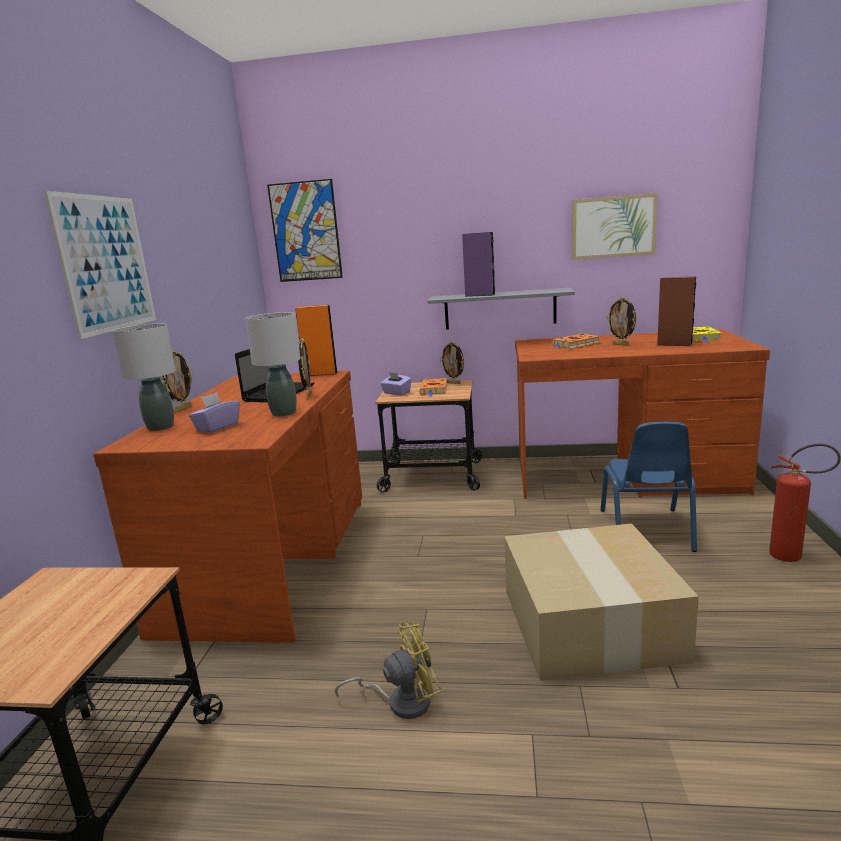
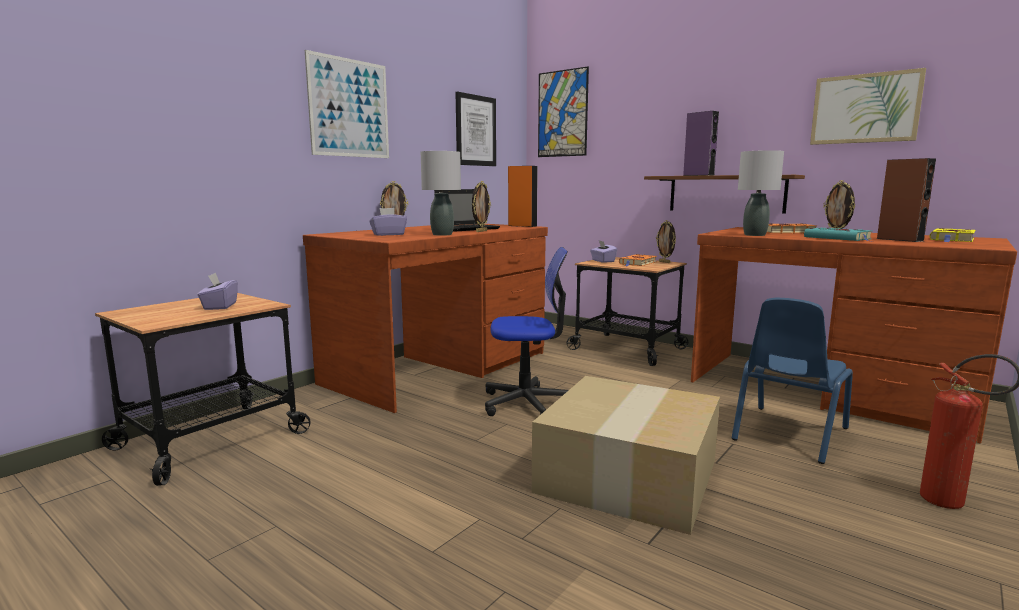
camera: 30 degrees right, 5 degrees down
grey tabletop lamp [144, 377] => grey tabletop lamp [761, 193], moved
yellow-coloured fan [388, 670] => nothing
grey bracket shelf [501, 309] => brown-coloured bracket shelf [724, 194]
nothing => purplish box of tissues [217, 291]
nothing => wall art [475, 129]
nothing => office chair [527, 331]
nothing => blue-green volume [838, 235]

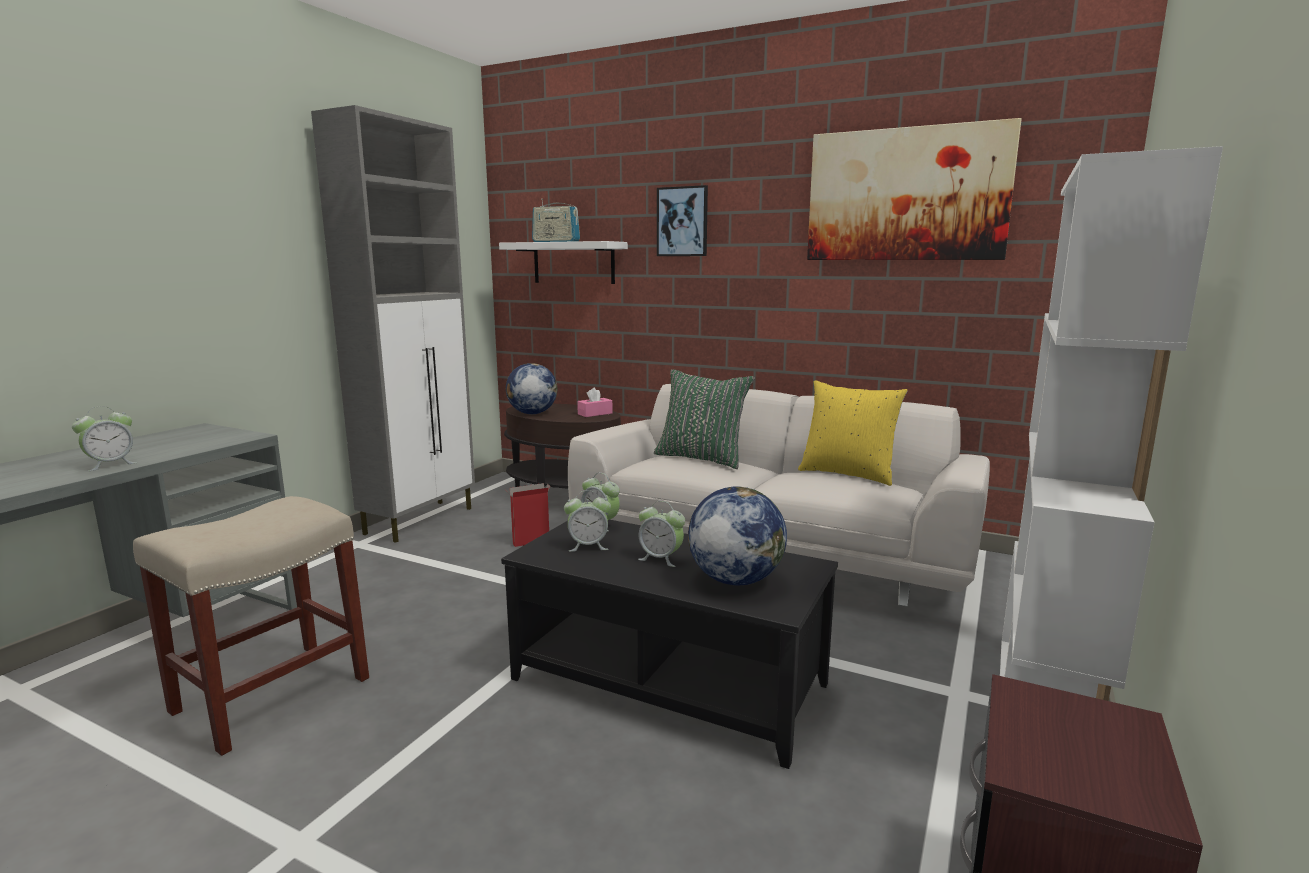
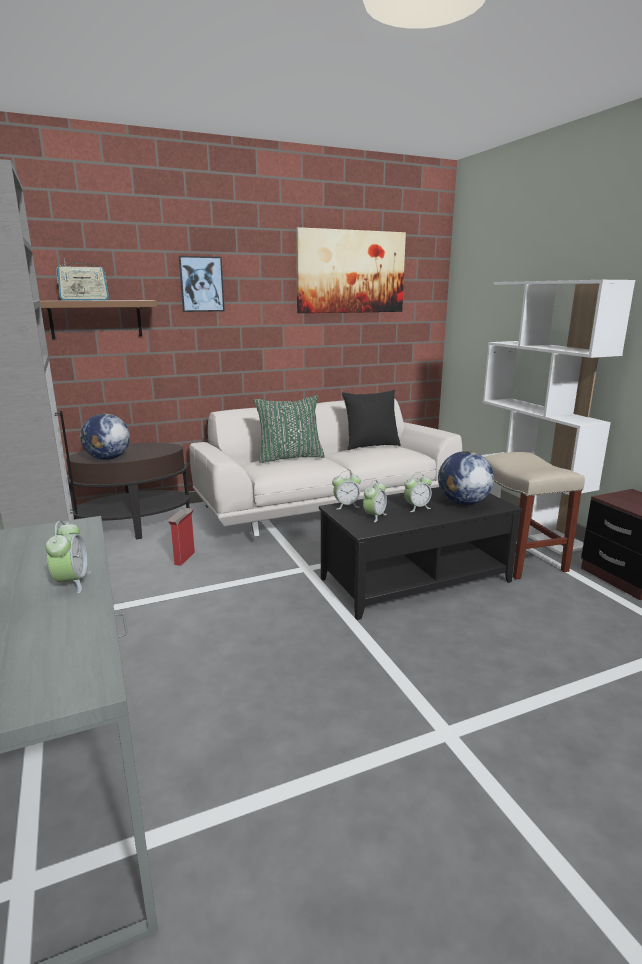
camera: 50 degrees left, 5 degrees up
beige-coloured stool [251, 626] => beige-coloured stool [534, 515], moved
whitish bracket shelf [563, 262] => brown-coloured bracket shelf [98, 319]
pink box of tissues [595, 402] => nothing
yellow-coloured cushion [853, 433] => black cushion [371, 420]

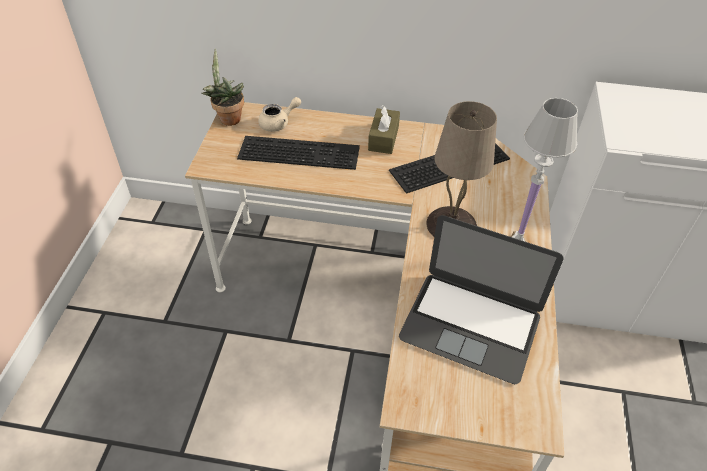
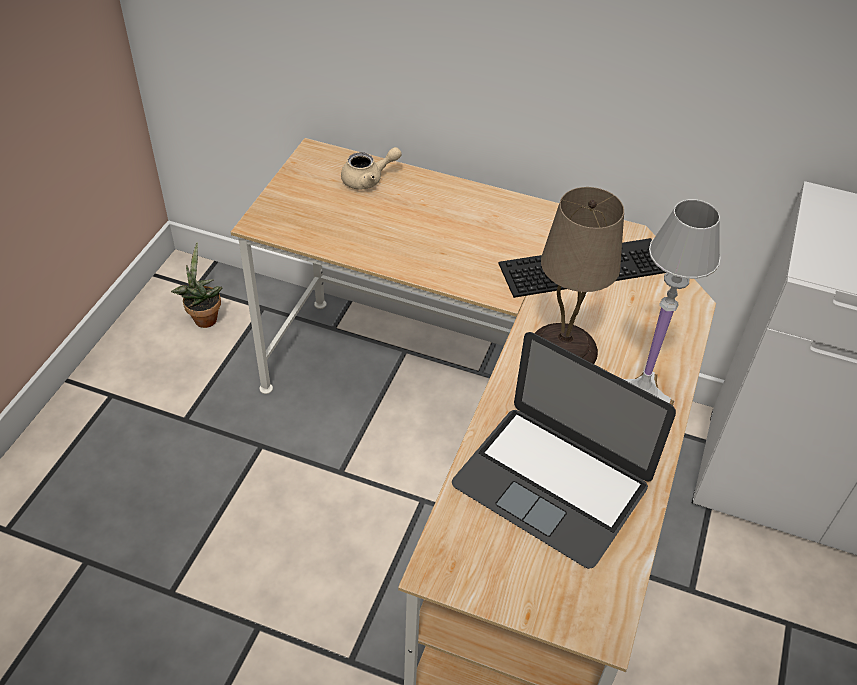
camera: 10 degrees right, 0 degrees up
potted plant [222, 87] => potted plant [196, 285], moved
PC keyboard [298, 153] => nothing
brown-coloured box of tissues [384, 129] => nothing

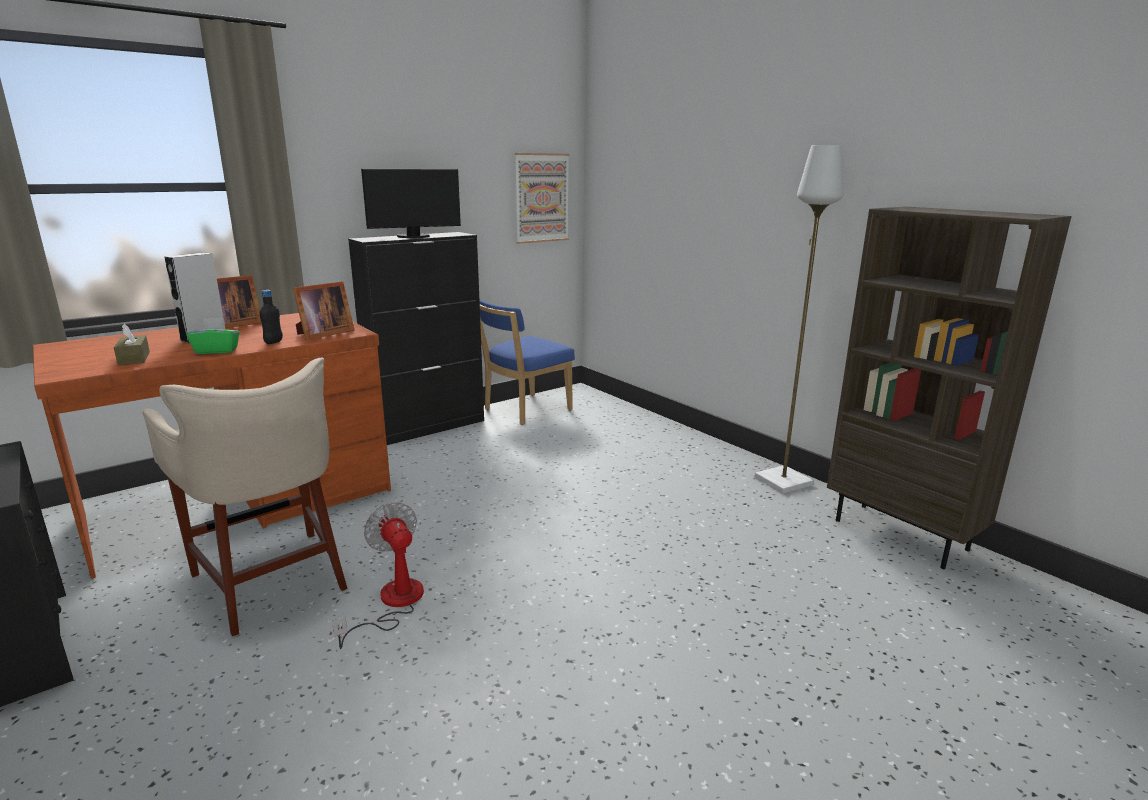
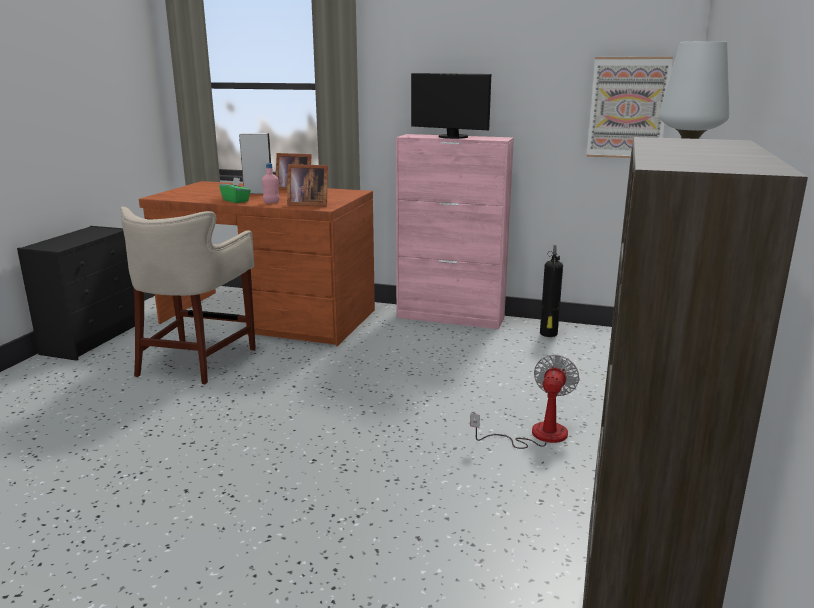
camera: 55 degrees right, 0 degrees up
brown-coloured box of tissues [132, 344] => nothing
black drink bottle [271, 317] => pink drink bottle [271, 183]
fan [378, 575] => fan [525, 402], moved
black cupboard [416, 338] => pink cupboard [455, 231]
bluish chair [527, 362] => extinguisher [551, 291]

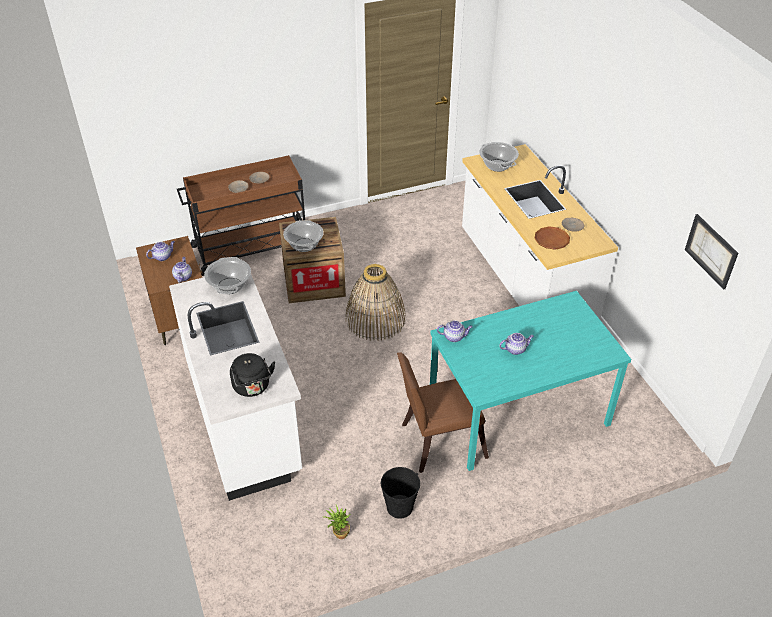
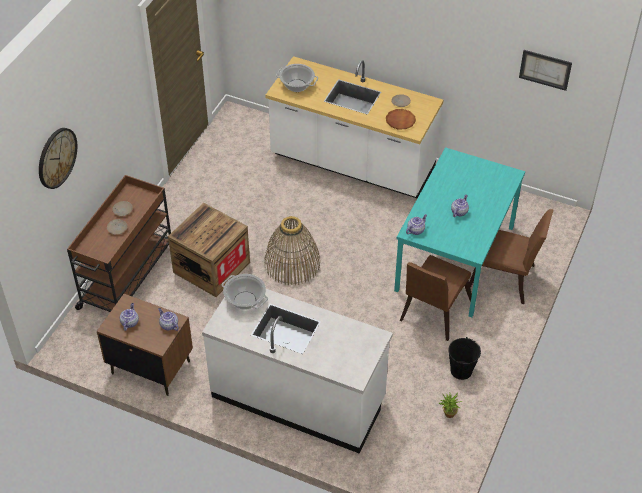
camera: 45 degrees left, 5 degrees up
black water kettle [252, 375] => nothing
cooking pot [303, 236] => nothing
nothing => hanging clock [58, 158]
nothing => brown-coloured chair [511, 256]

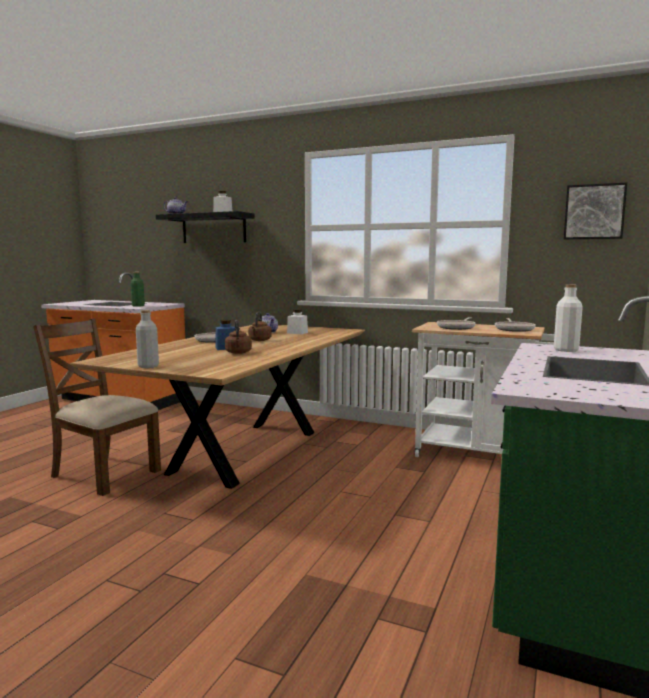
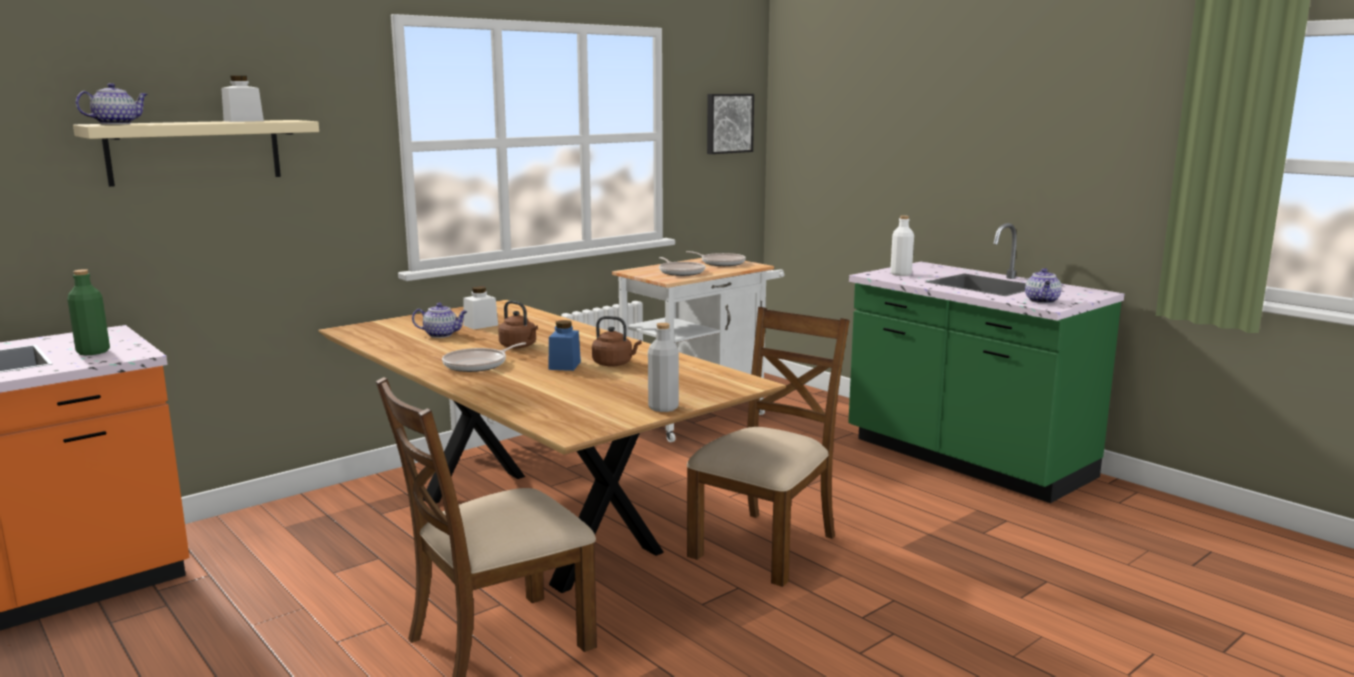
camera: 65 degrees left, 5 degrees up
black bracket shelf [205, 227] => beige-coloured bracket shelf [196, 153]
nothing => brown-coloured chair [768, 447]
nothing => teapot [1043, 286]

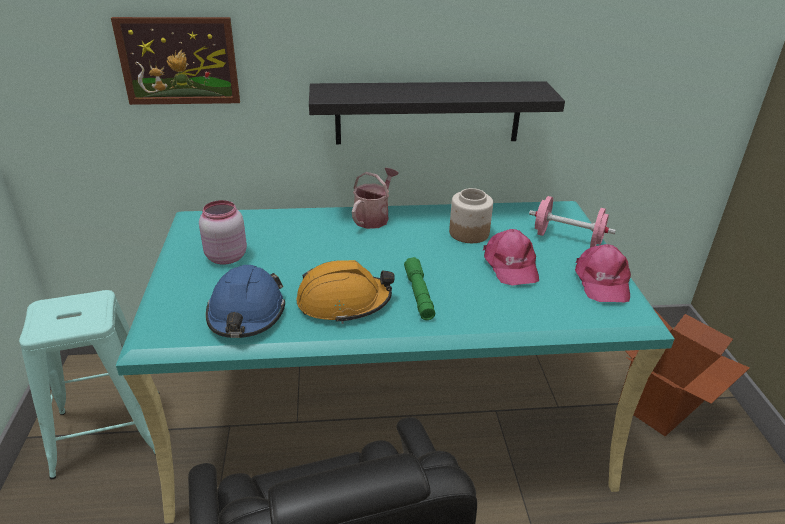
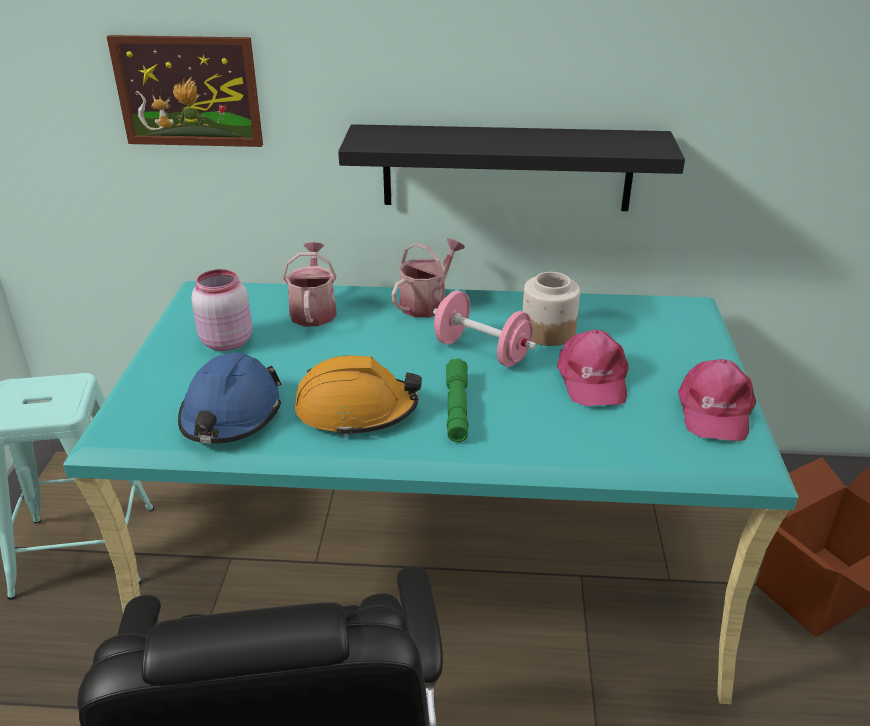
camera: 10 degrees right, 0 degrees up
pink dumbbell [572, 222] => pink dumbbell [485, 328], moved
nothing => sprinkling can [310, 284]

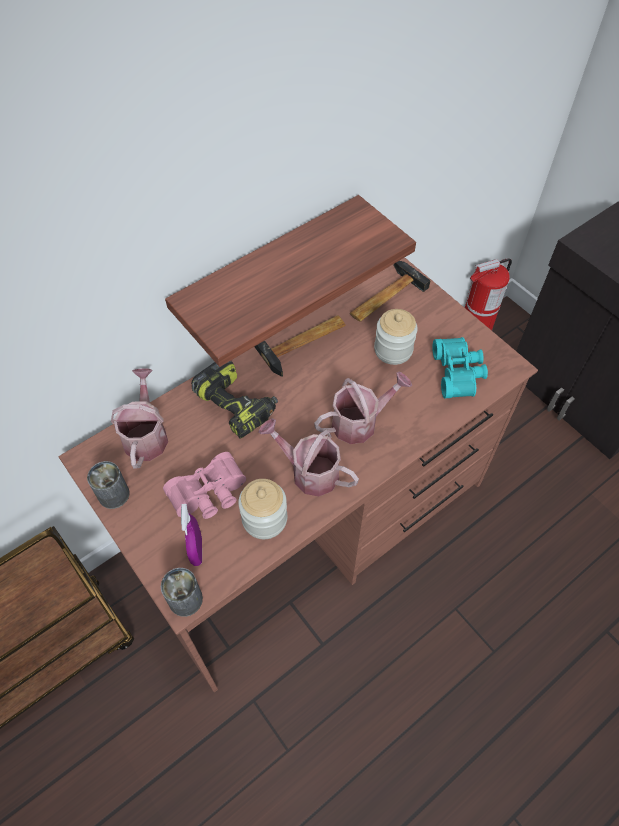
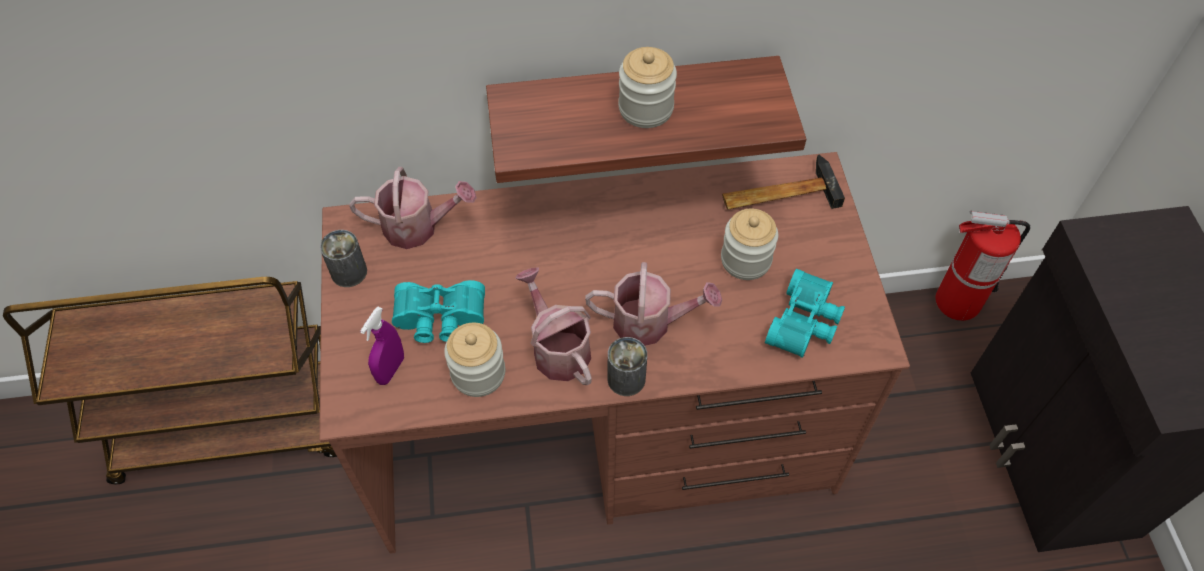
camera: 30 degrees right, 0 degrees up
sprinkling can [139, 418] => sprinkling can [413, 208], 60 degrees clockwise
sealed can [182, 592] => sealed can [627, 366], moved
pink field glasses [204, 485] => blue-green field glasses [438, 311]
drill [234, 400] => nothing
hammer [300, 346] => nothing
nothing => jar [647, 87]

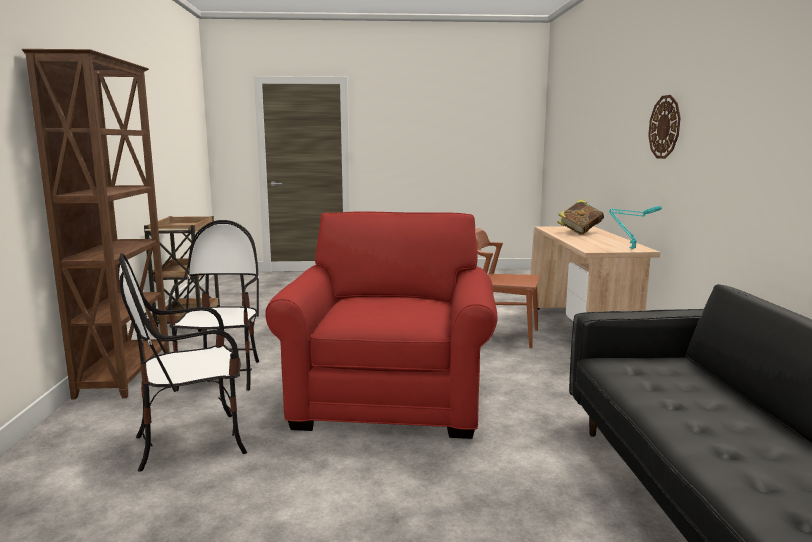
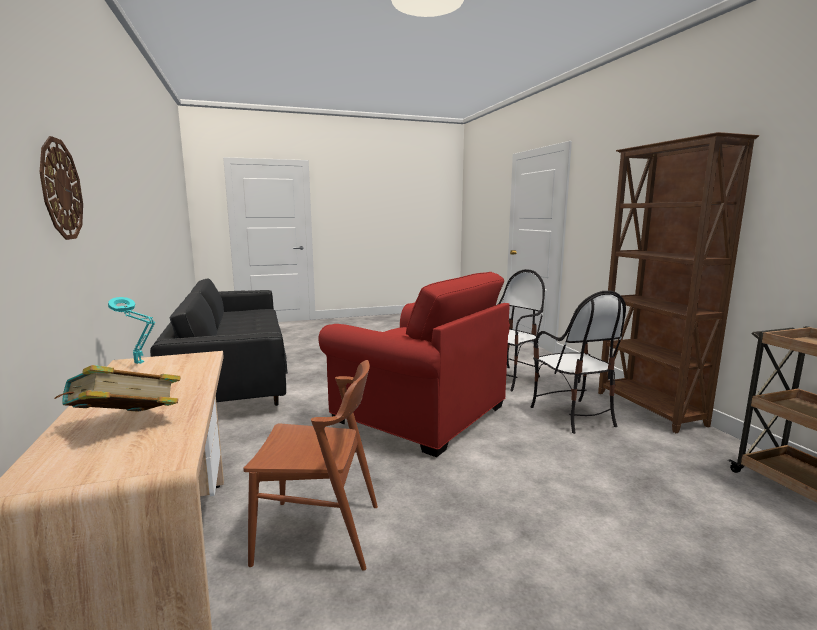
camera: 165 degrees right, 0 degrees up
red-coloured armchair [381, 325] => red-coloured armchair [414, 364], 45 degrees counterclockwise

